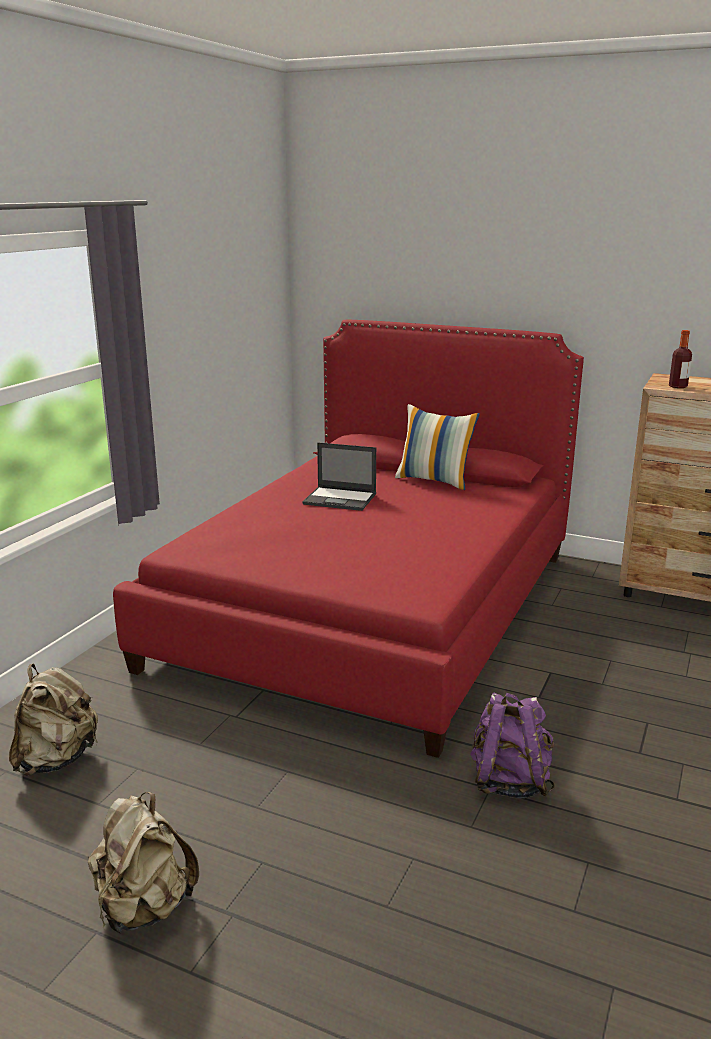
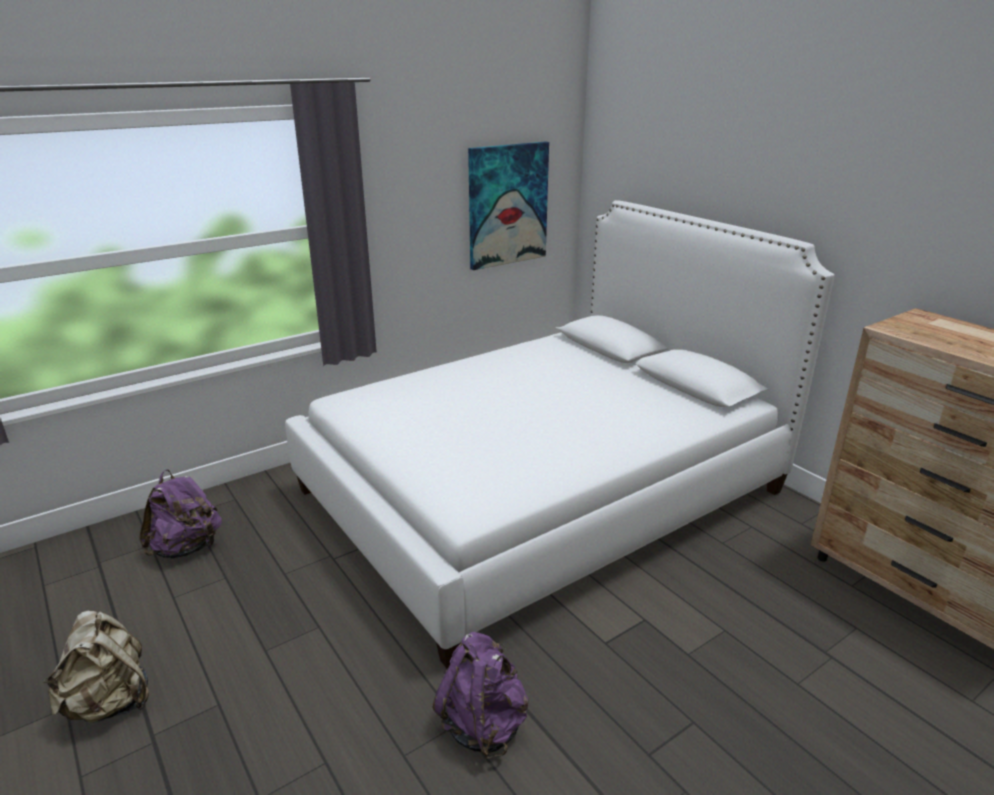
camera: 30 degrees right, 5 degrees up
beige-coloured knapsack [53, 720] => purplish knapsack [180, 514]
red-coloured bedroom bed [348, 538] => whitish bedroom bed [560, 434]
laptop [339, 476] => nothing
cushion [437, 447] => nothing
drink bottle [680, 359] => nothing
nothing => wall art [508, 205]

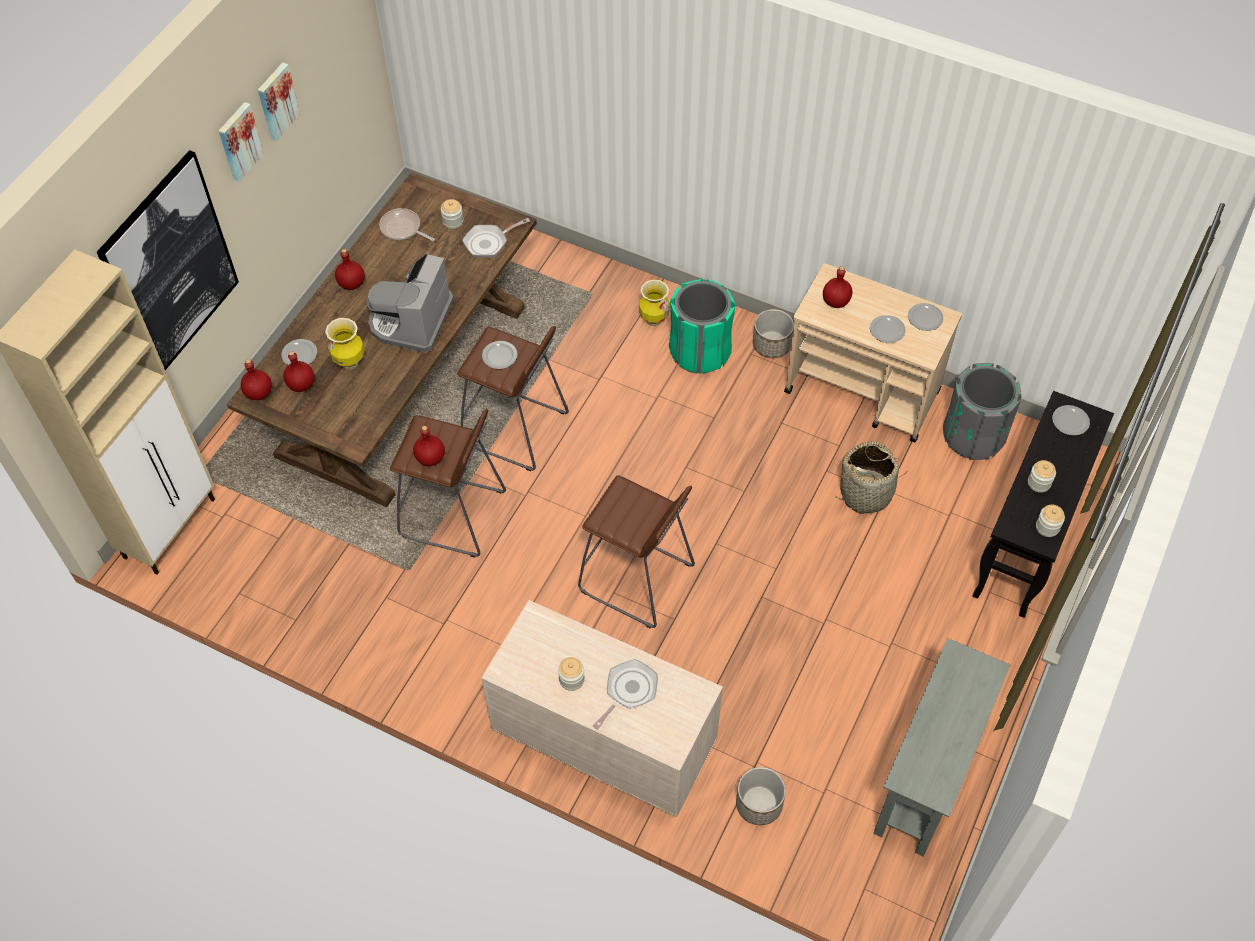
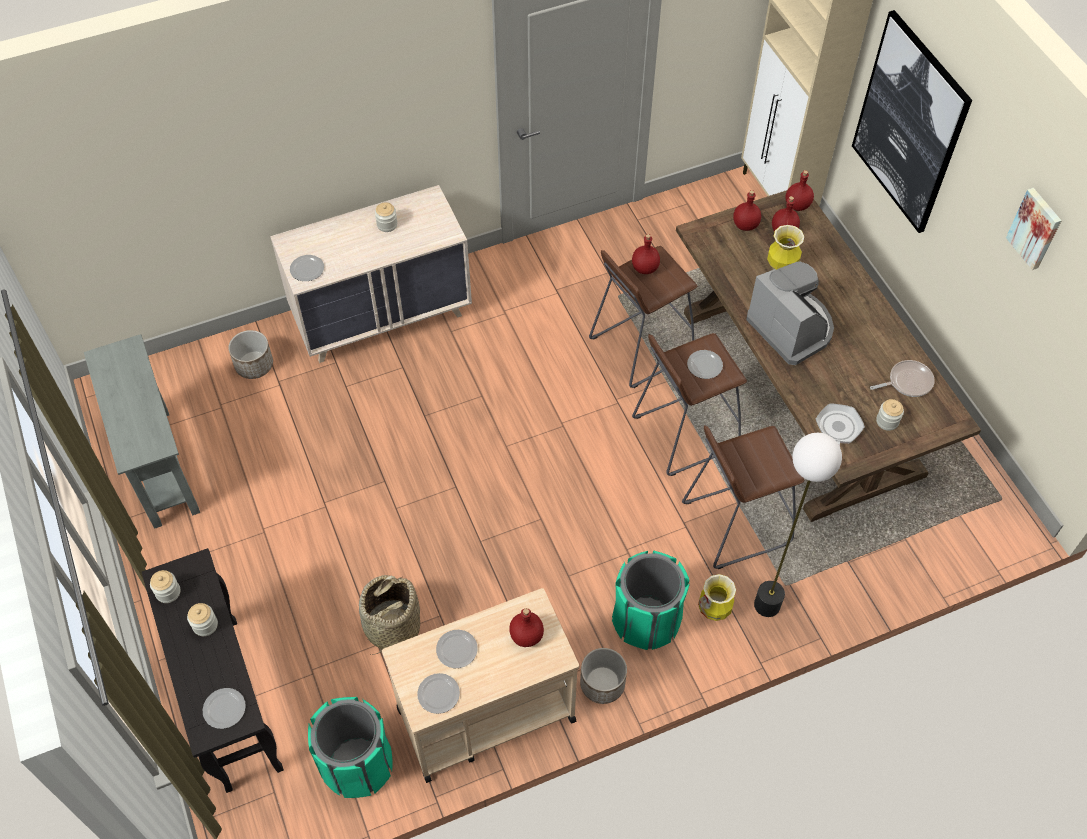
camera: 130 degrees right, 0 degrees up
wall art [241, 142] => nothing
flat dish [299, 352] => flat dish [307, 268], moved
red-coloured drink bottle [350, 269] => red-coloured drink bottle [747, 210], moved
brown-coloured stool [636, 552] => brown-coloured stool [743, 497], moved
frying pan [625, 694] => nothing
grey trash can [982, 411] => greenish trash can [350, 747]
nothing => floor lamp [798, 525]

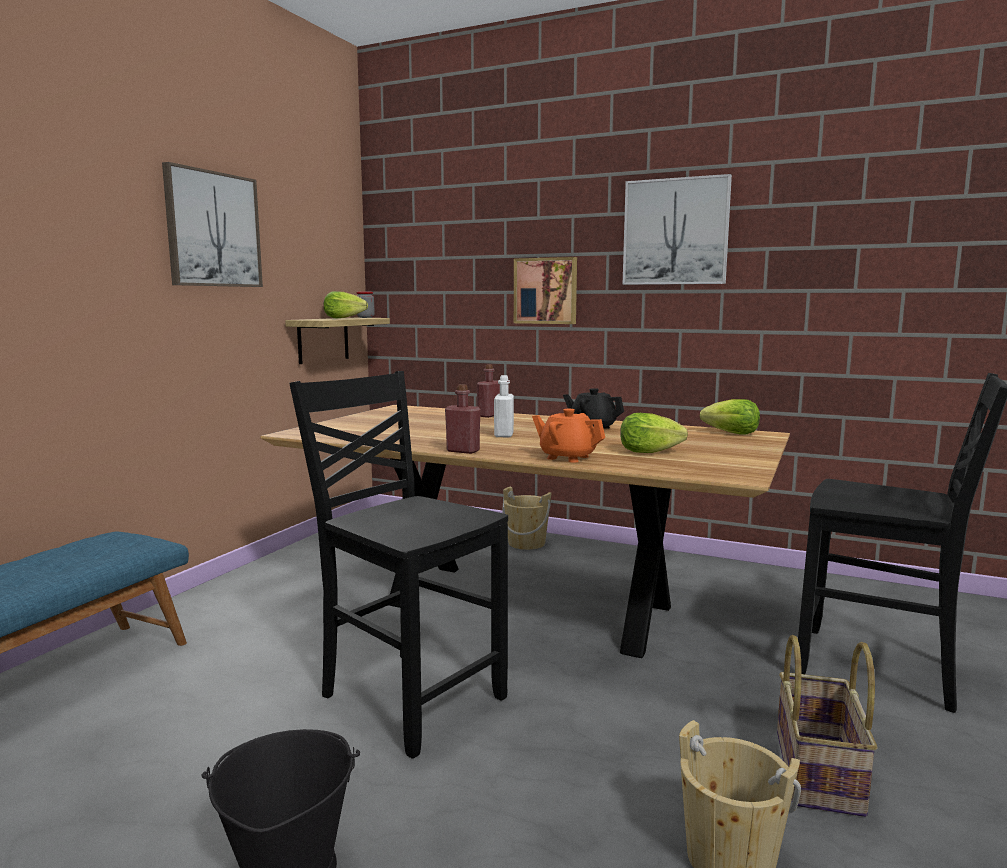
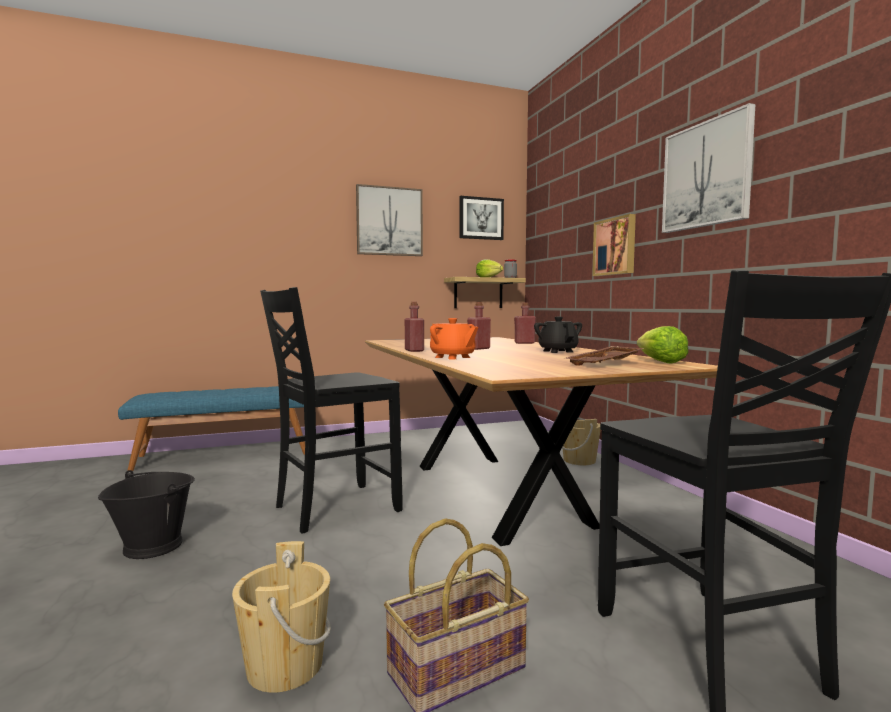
camera: 45 degrees right, 5 degrees down
black chair [398, 565] => black chair [331, 410], 120 degrees counterclockwise
whitish drink bottle [504, 406] => red-coloured drink bottle [479, 326]
orange teapot [568, 435] => orange teapot [454, 338], 150 degrees clockwise
head of lettuce [654, 433] => nothing
nothing => wall art [481, 218]
nothing => brown-coloured carrying tray [604, 356]

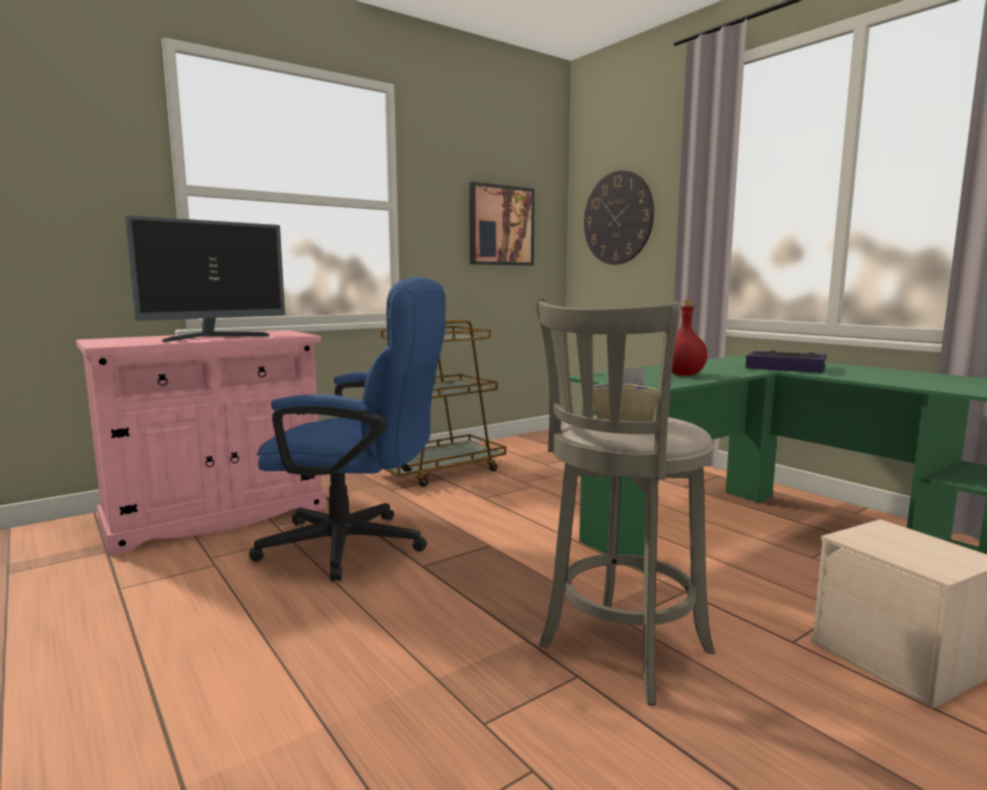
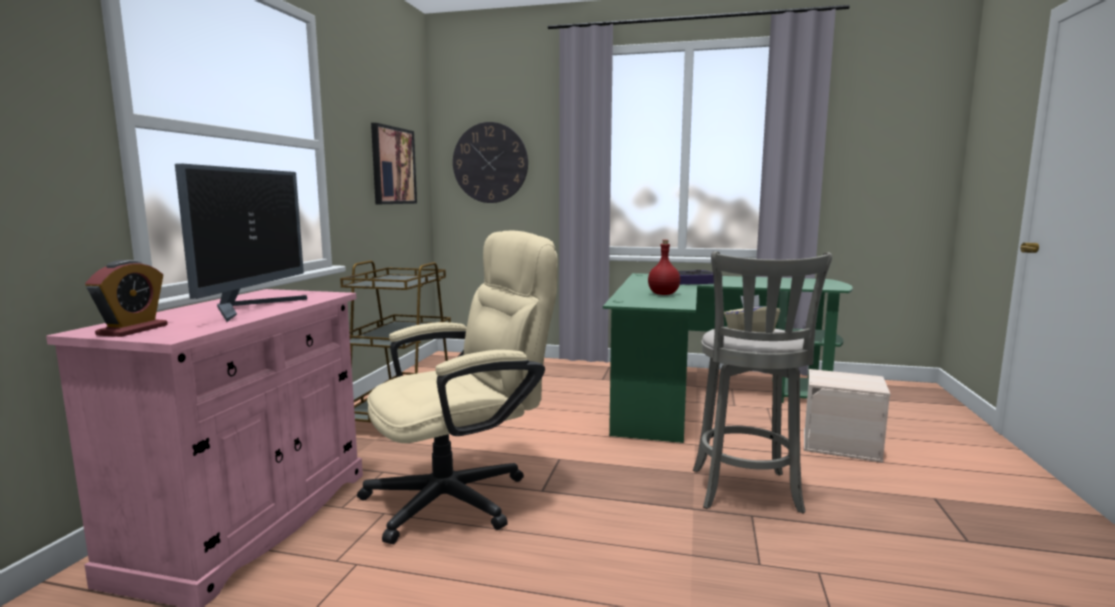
camera: 40 degrees left, 0 degrees up
bluish office chair [347, 429] => beige-coloured office chair [457, 387]
nothing => bedside clock [126, 298]

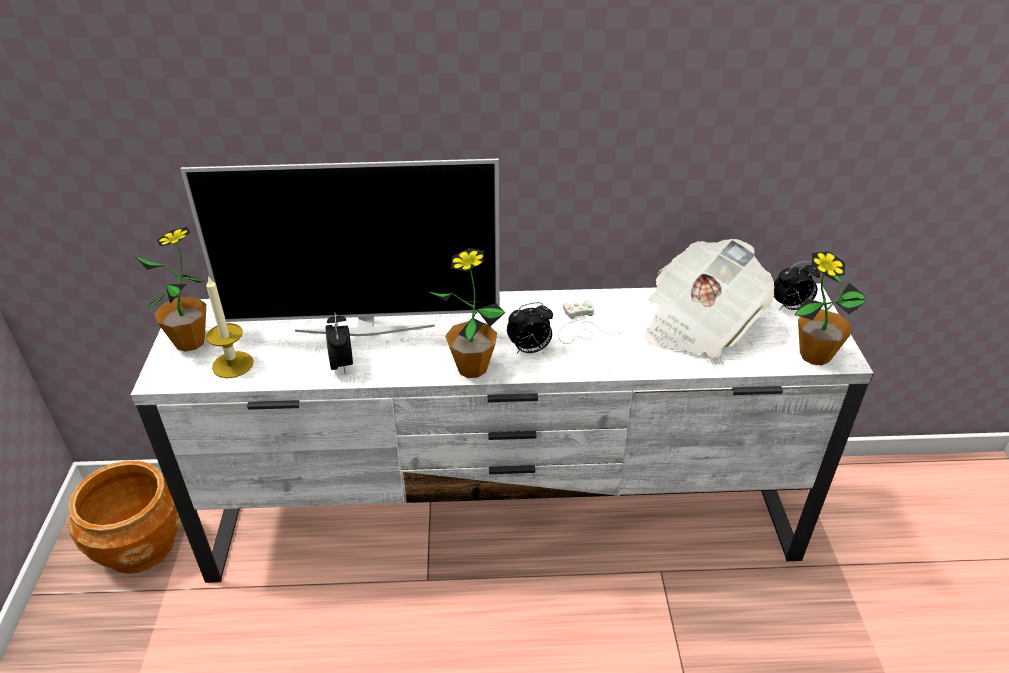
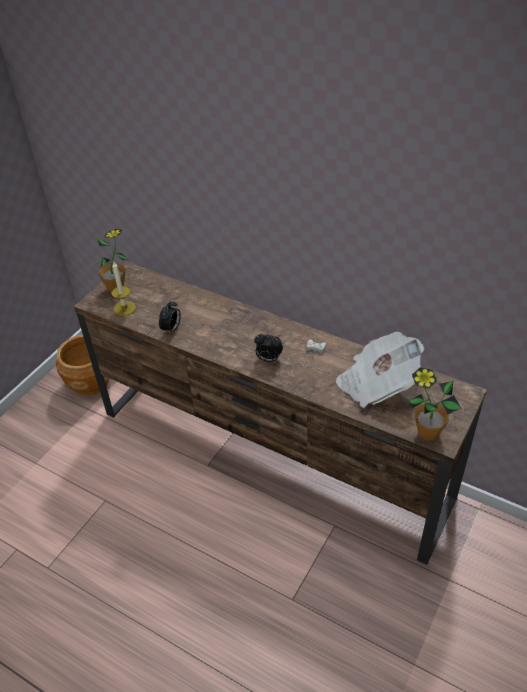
camera: 35 degrees right, 5 degrees up
whitish tv unit [502, 433] => brown-coloured tv unit [280, 413]
television [340, 247] => nothing
potted plant [467, 313] => nothing
bedside clock [797, 286] => nothing

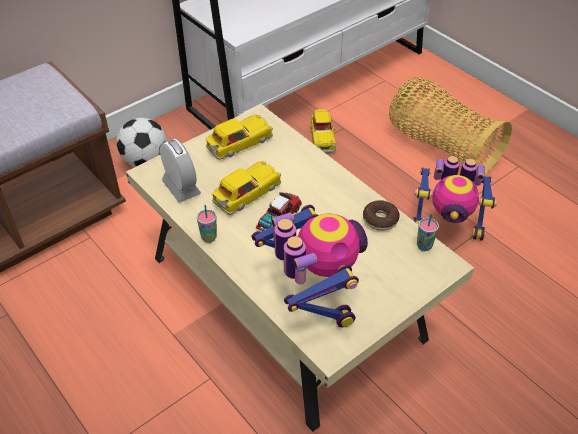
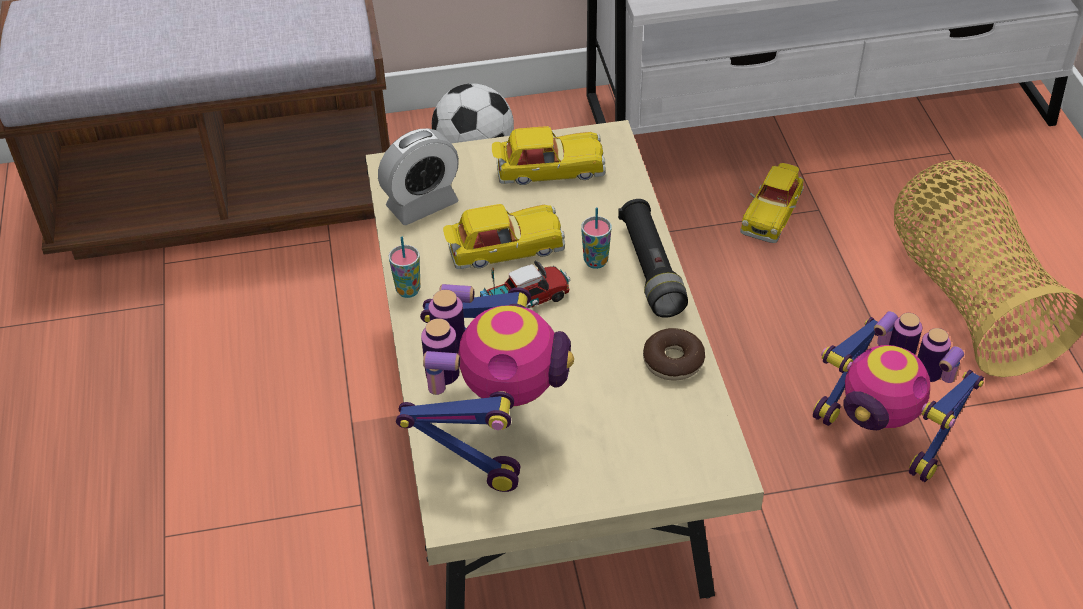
camera: 30 degrees right, 0 degrees up
bedside clock [180, 170] => bedside clock [418, 176], 60 degrees clockwise
cup [428, 232] => cup [596, 238], moved
nothing => black flashlight [653, 258]

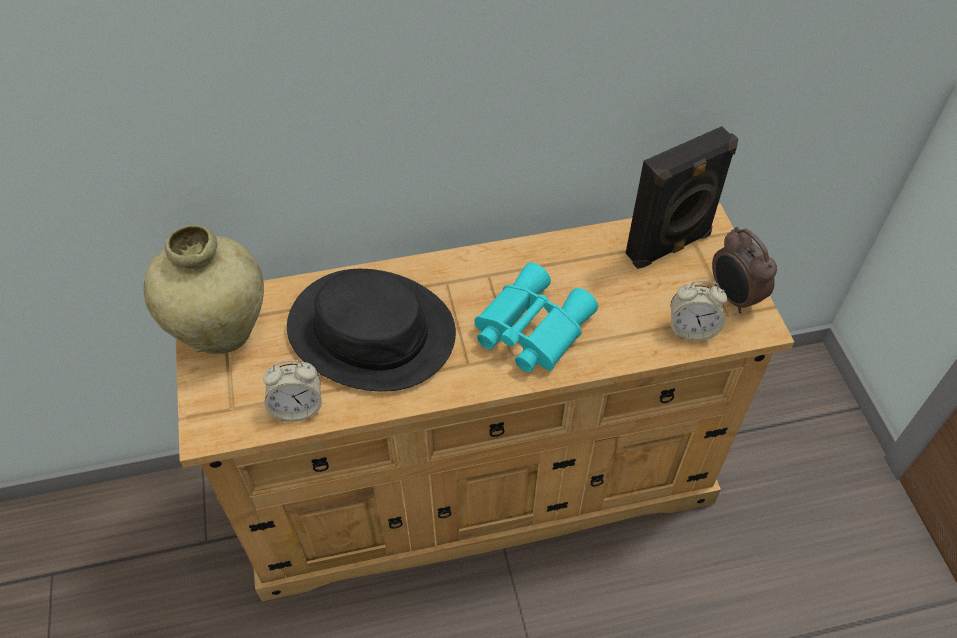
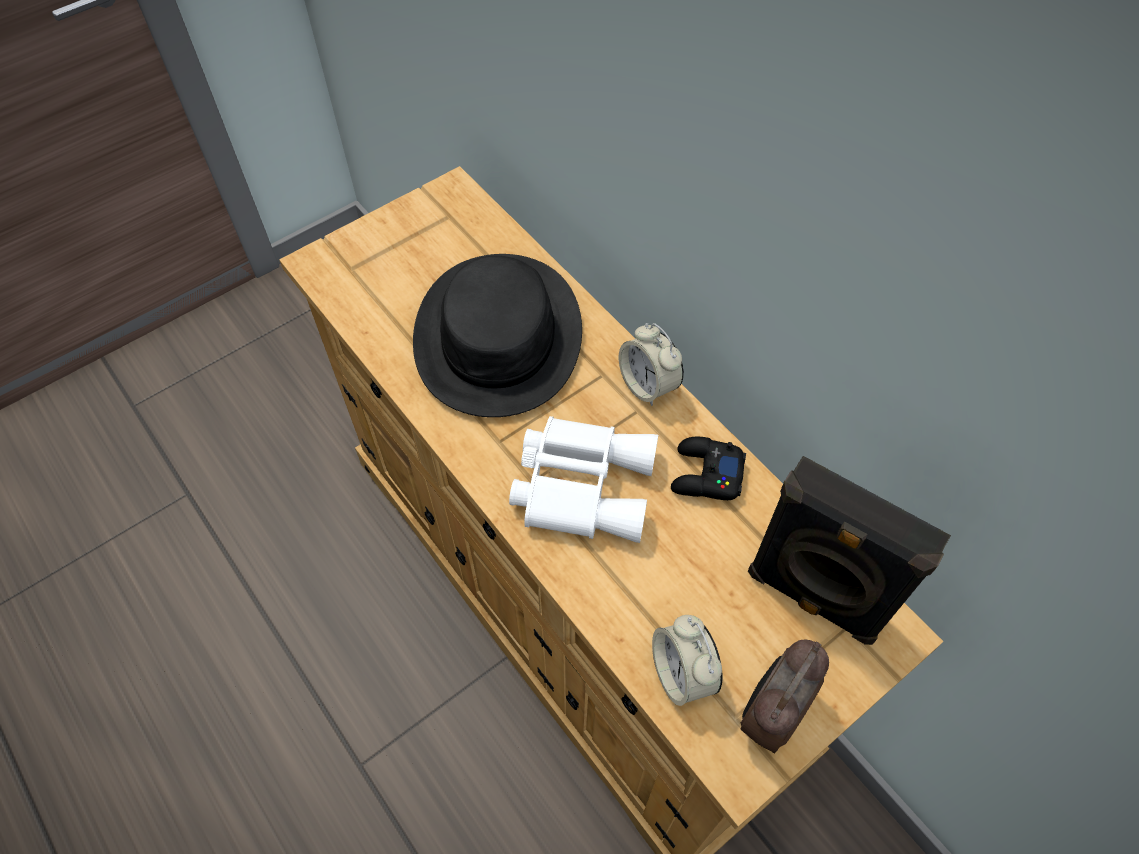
camera: 65 degrees right, 5 degrees up
beige-coloured decorative vase [204, 289] => nothing
bedside clock [292, 391] => bedside clock [651, 364], moved
blue-green field glasses [536, 317] => whitish field glasses [583, 479]
nothing => black joypad [708, 468]

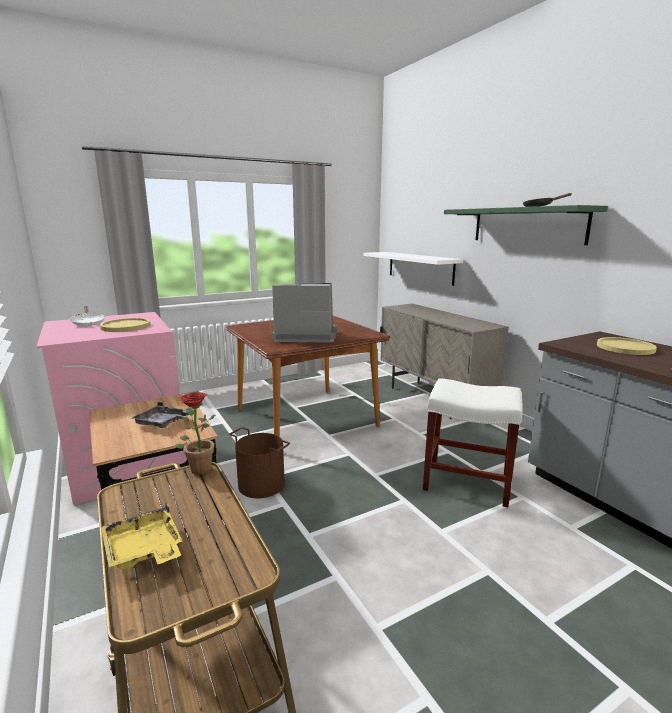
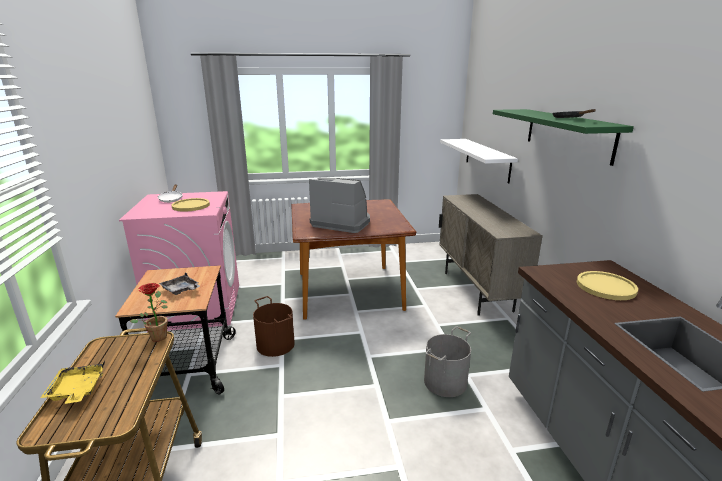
camera: 20 degrees right, 5 degrees up
whitish stool [473, 443] => grey pail [447, 361]

